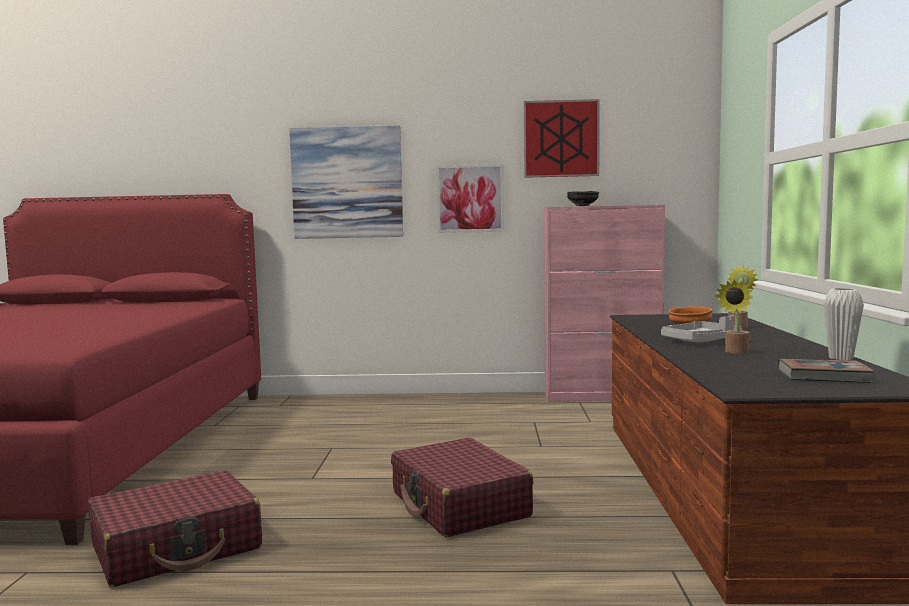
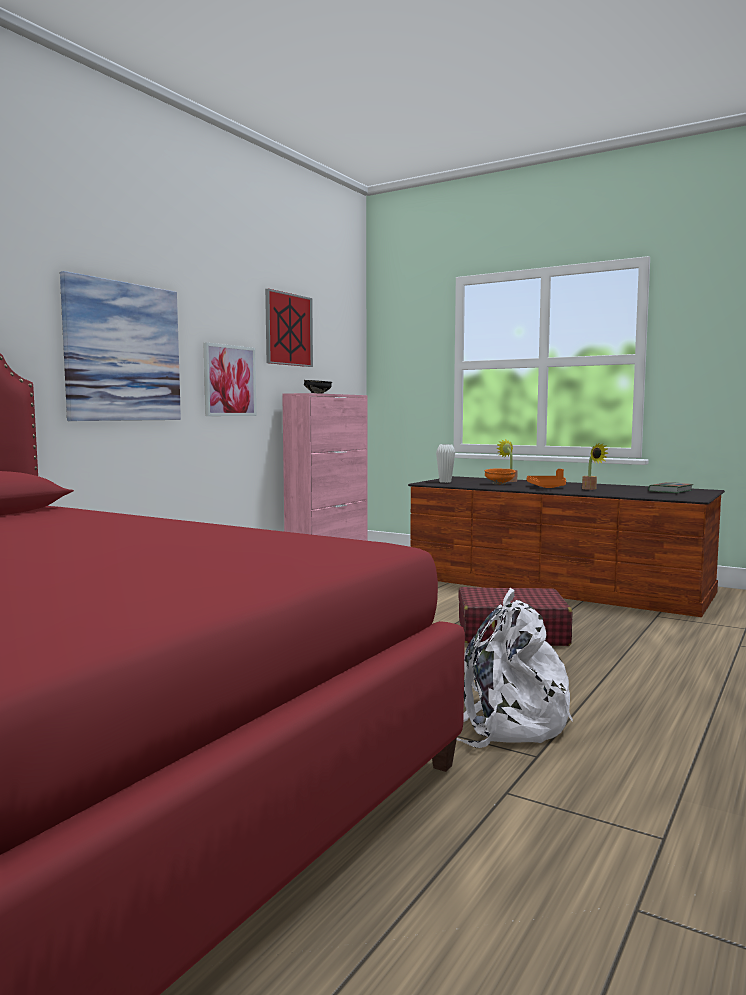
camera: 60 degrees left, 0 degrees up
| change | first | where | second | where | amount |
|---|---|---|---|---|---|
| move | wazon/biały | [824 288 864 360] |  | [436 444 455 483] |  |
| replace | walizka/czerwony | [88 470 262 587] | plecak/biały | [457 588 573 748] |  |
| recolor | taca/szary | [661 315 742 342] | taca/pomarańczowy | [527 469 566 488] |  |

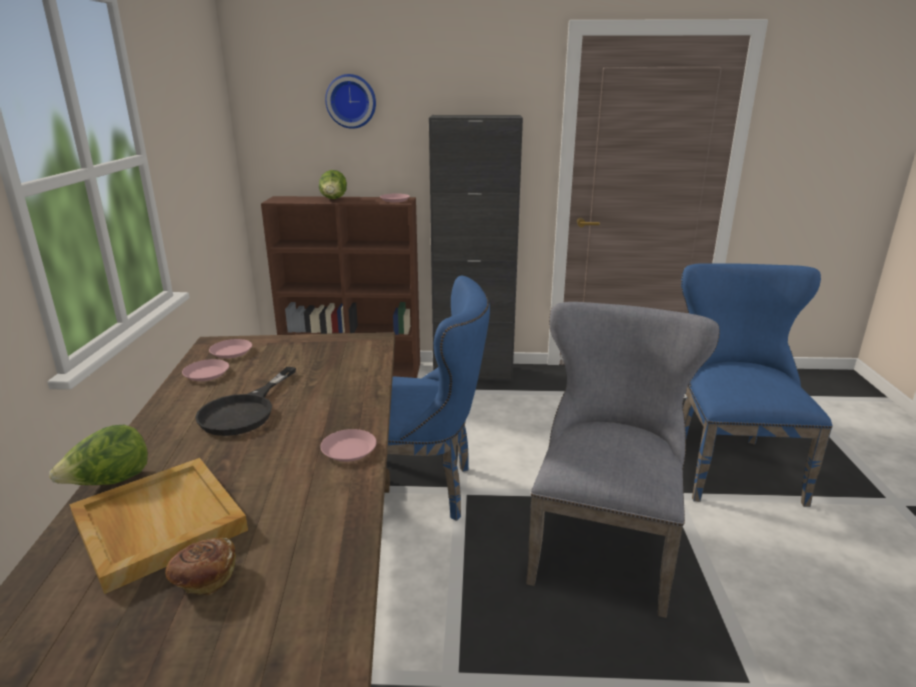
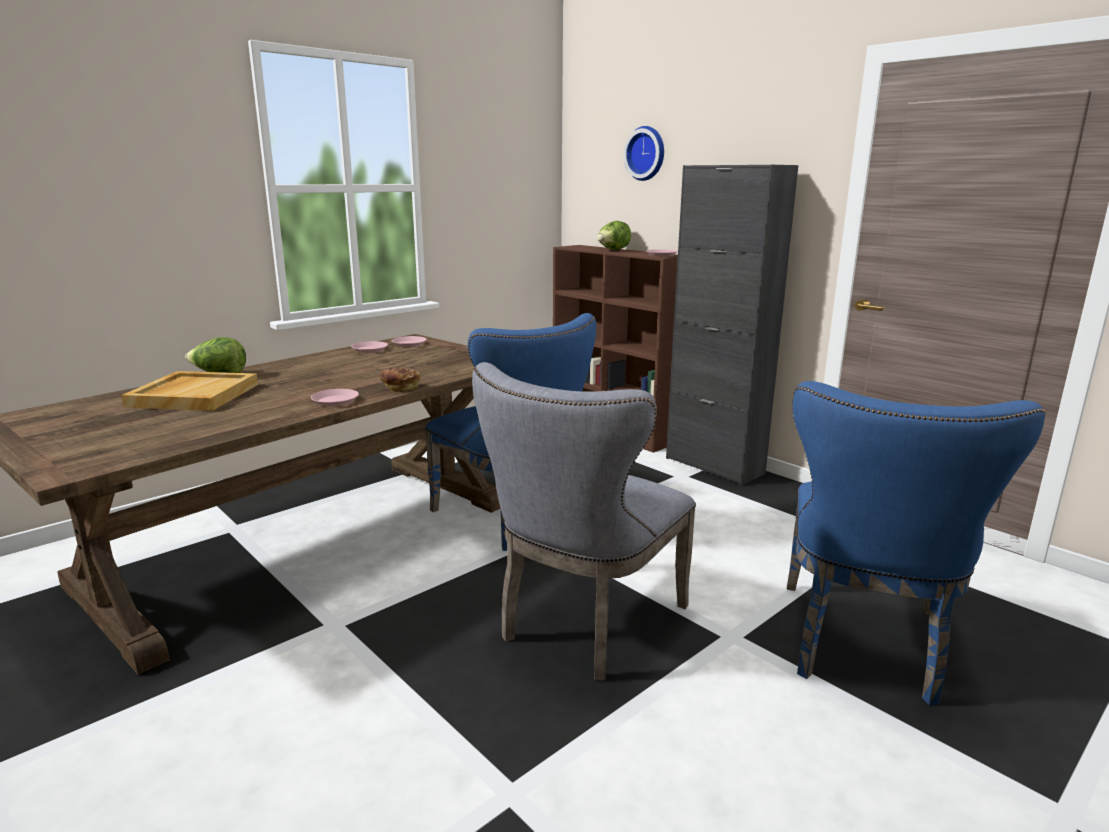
camera: 45 degrees right, 5 degrees down
| change | first | where | second | where | amount |
|---|---|---|---|---|---|
| delete | patelnia/czarny | [195 367 296 436] |  |  |  |
| move | chleb | [165 538 236 595] |  | [379 367 420 392] |  |
| rotate | krzesło/szary | [526 302 720 618] |  | [472 362 696 681] | 150 degrees clockwise |
| rotate | krzesło/niebieski | [681 263 833 507] |  | [787 381 1046 705] | 150 degrees clockwise |

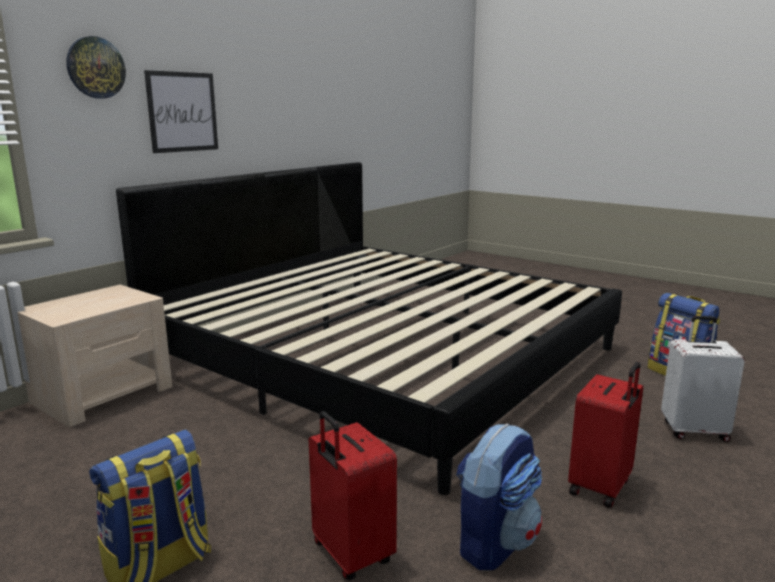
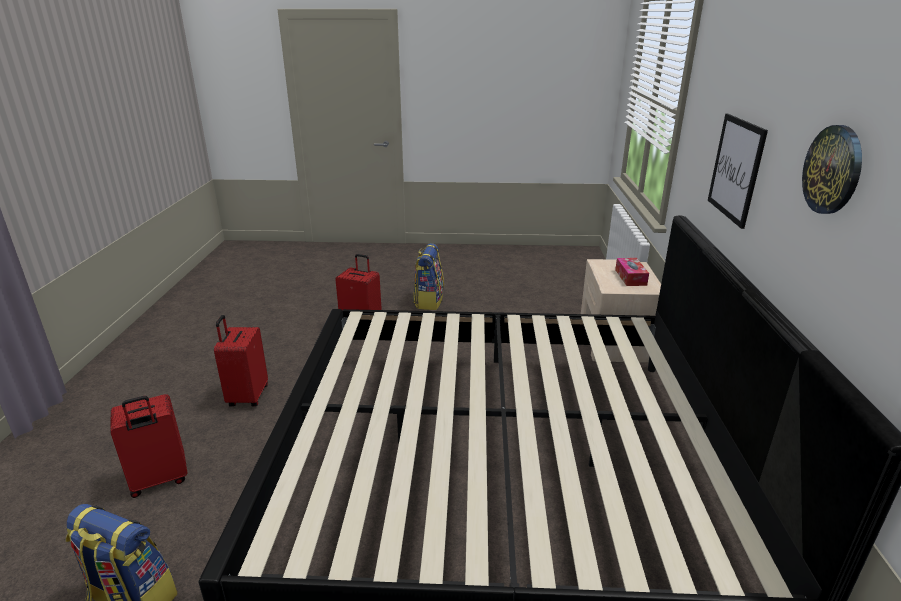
camera: 145 degrees right, 10 degrees up
| change | first | where | second | where | amount |
|---|---|---|---|---|---|
| delete | plecak | [456 424 542 570] |  |  |  |
| insert |  |  | pudełko chusteczek | [615 258 649 286] |  |
| move | zegar ścienny | [66 36 126 99] |  | [802 125 862 214] |  |
| recolor | walizka/biały | [661 316 745 442] | walizka/czerwony | [110 394 187 498] |  |

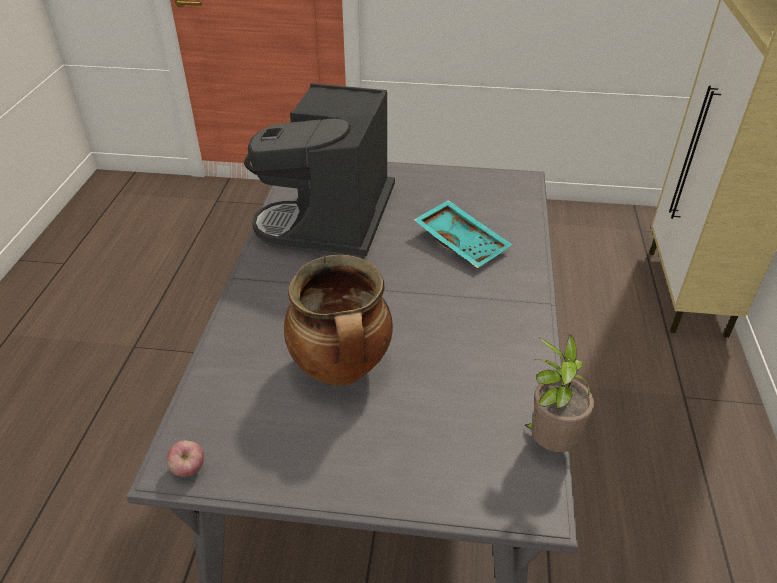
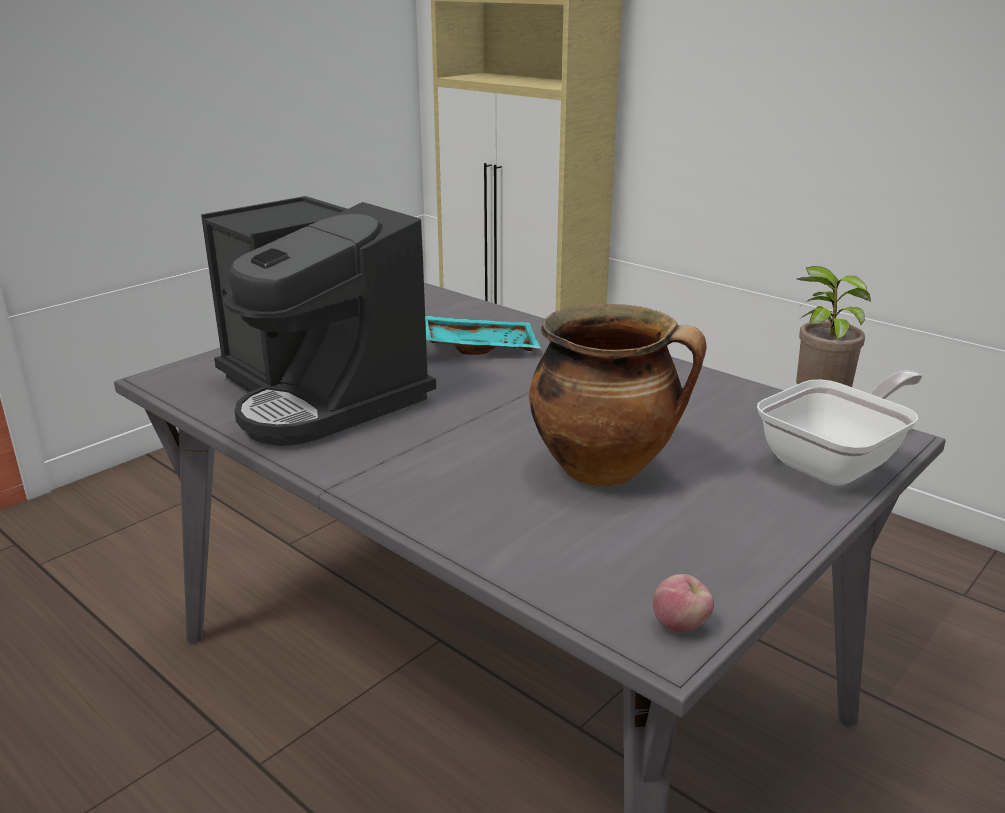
camera: 55 degrees left, 15 degrees down
| change | first | where | second | where | amount |
|---|---|---|---|---|---|
| insert |  |  | patelnia | [757 370 922 486] |  |

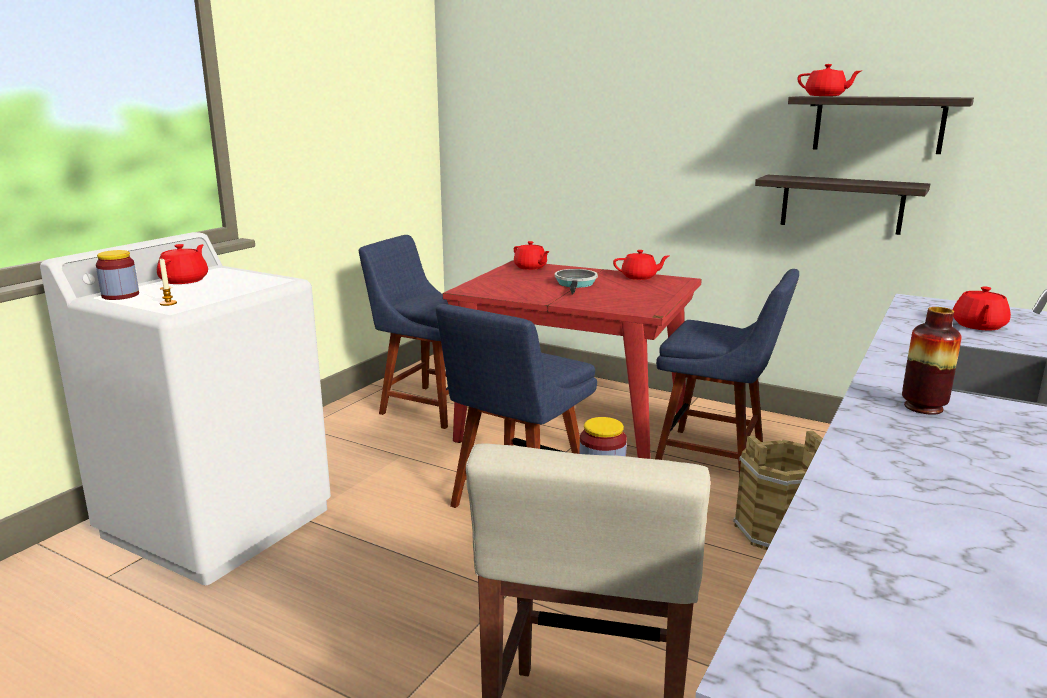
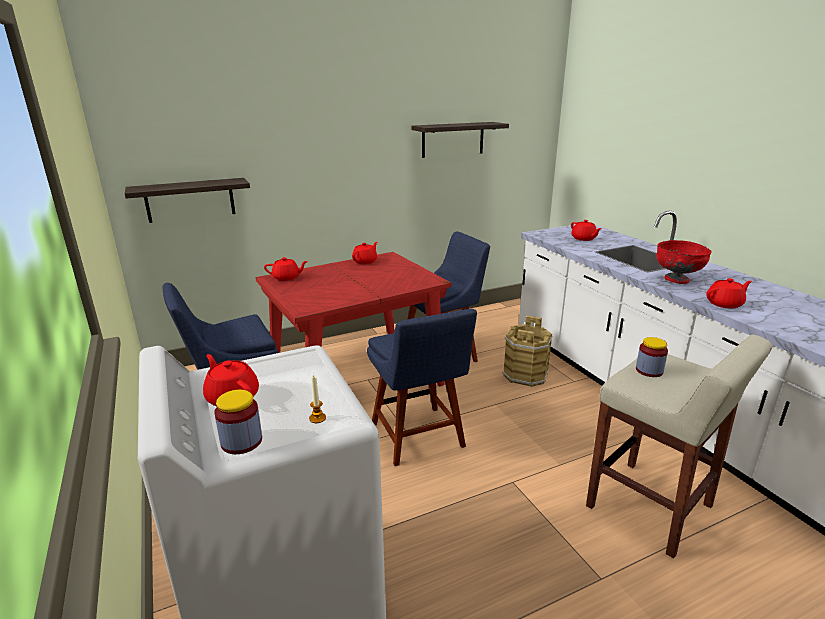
camera: 55 degrees left, 5 degrees up
| change | first | where | second | where | amount |
|---|---|---|---|---|---|
| delete | patelnia | [555 269 598 295] |  |  |  |
| move | półka | [755 175 930 235] |  | [125 178 250 223] |  |
| move | imbryk/czerwony | [797 64 861 96] |  | [706 278 752 309] |  |
| replace | wazon | [902 307 962 415] | miska/czerwony | [656 240 711 284] |  |

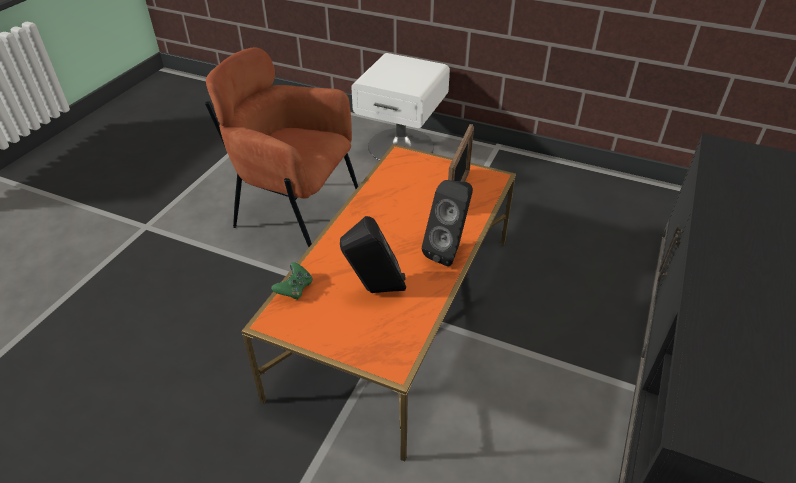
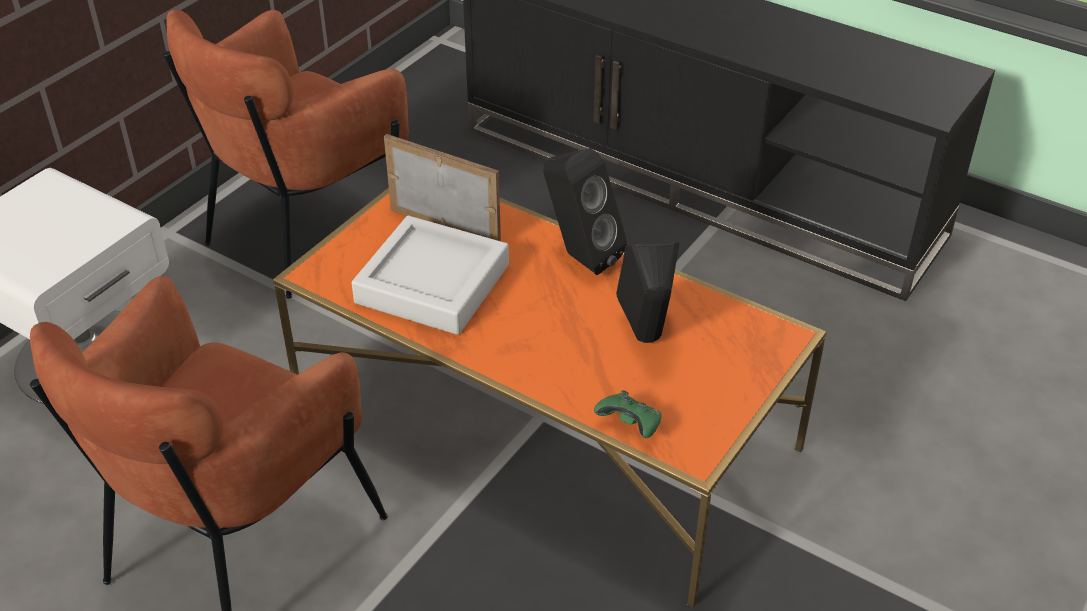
camera: 80 degrees left, 0 degrees up
| change | first | where | second | where | amount |
|---|---|---|---|---|---|
| insert |  |  | fotel/brązowy | [163 10 409 299] |  |
| insert |  |  | taca/szary | [352 216 509 335] |  |

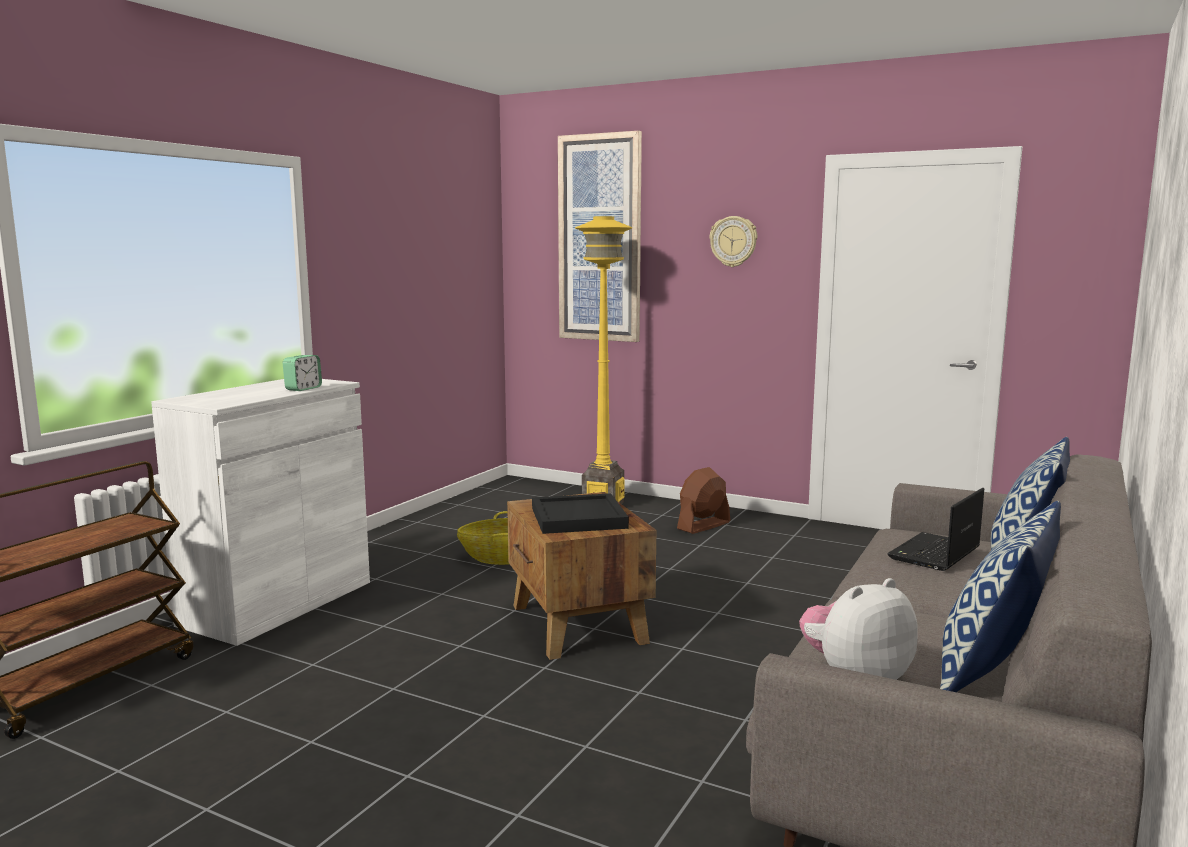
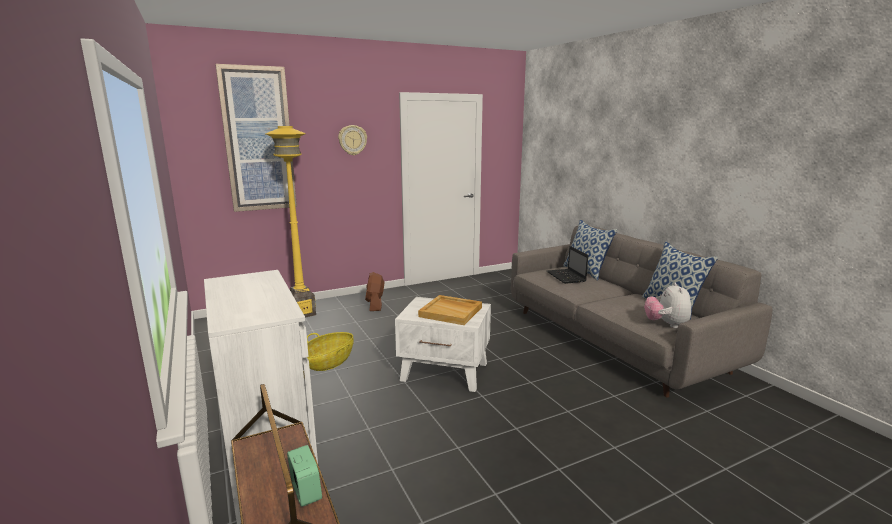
camera: 55 degrees left, 5 degrees up
| change | first | where | second | where | amount |
|---|---|---|---|---|---|
| move | budzik | [283 355 322 391] |  | [287 445 322 507] |  |
| recolor | stolik/brązowy | [507 492 656 660] | stolik/biały | [395 297 491 392] |  |
| recolor | taca/czarny | [532 493 629 534] | taca/beżowy | [418 295 482 325] |  |

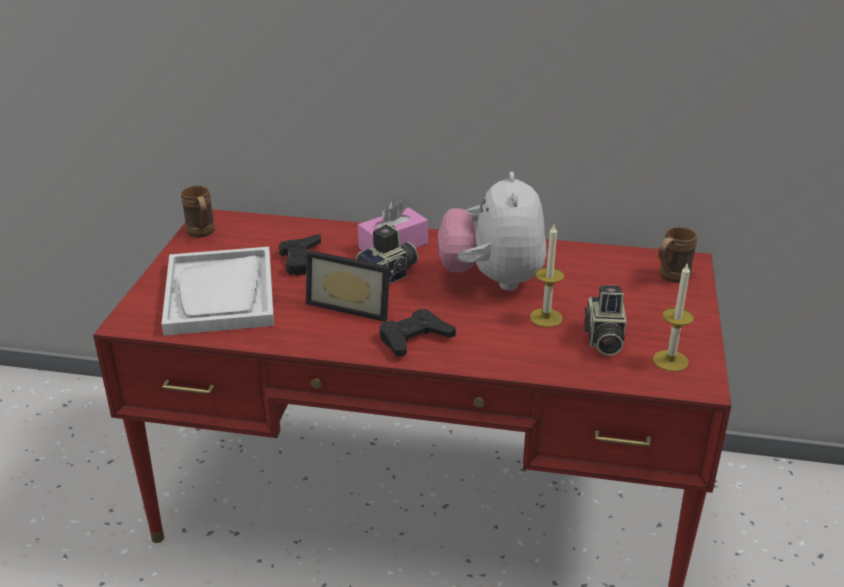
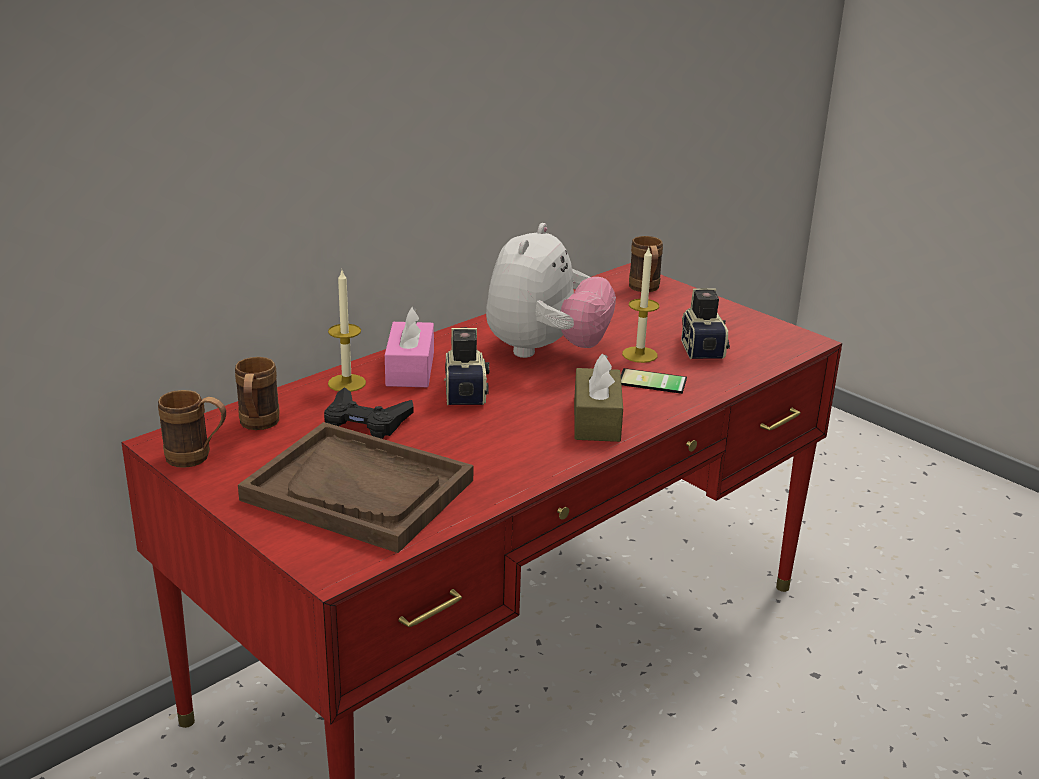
camera: 55 degrees left, 5 degrees down
| change | first | where | second | where | amount |
|---|---|---|---|---|---|
| delete | ramka na zdjęcie | [306 250 390 322] |  |  |  |
| insert |  |  | kubek/brązowy | [235 357 280 430] |  |
| insert |  |  | telefon | [621 368 687 394] |  |
| move | świeca | [653 264 694 372] |  | [328 270 366 392] |  |
| replace | pad do gier/czarny | [380 309 456 357] | pudełko chusteczek/brązowy | [574 354 623 442] |  |
| recolor | taca/biały | [162 247 274 336] | taca/brązowy | [238 422 473 553] |  |
| rotate | pluszak | [438 172 546 291] |  | [486 223 616 358] | 105 degrees counterclockwise |
| rotate | aparat fotograficzny | [585 285 627 356] |  | [681 288 730 359] | 135 degrees counterclockwise |

